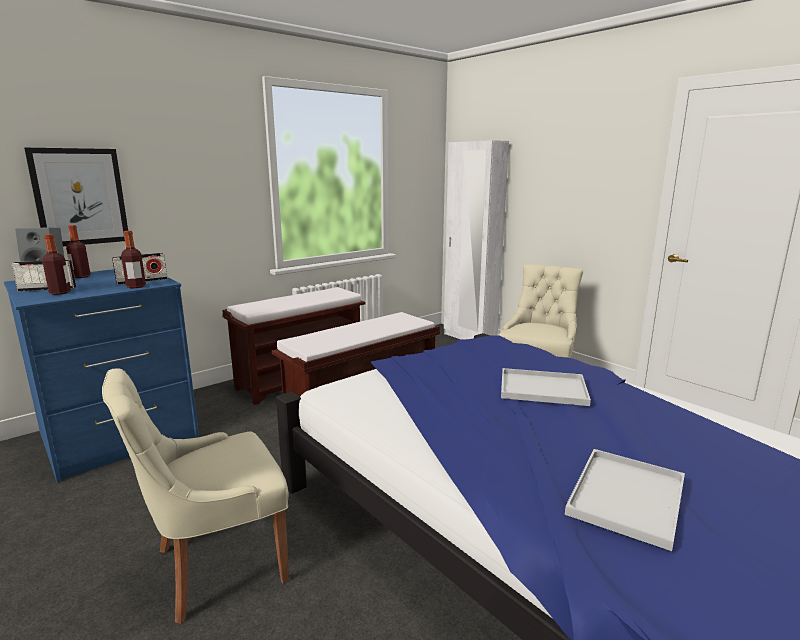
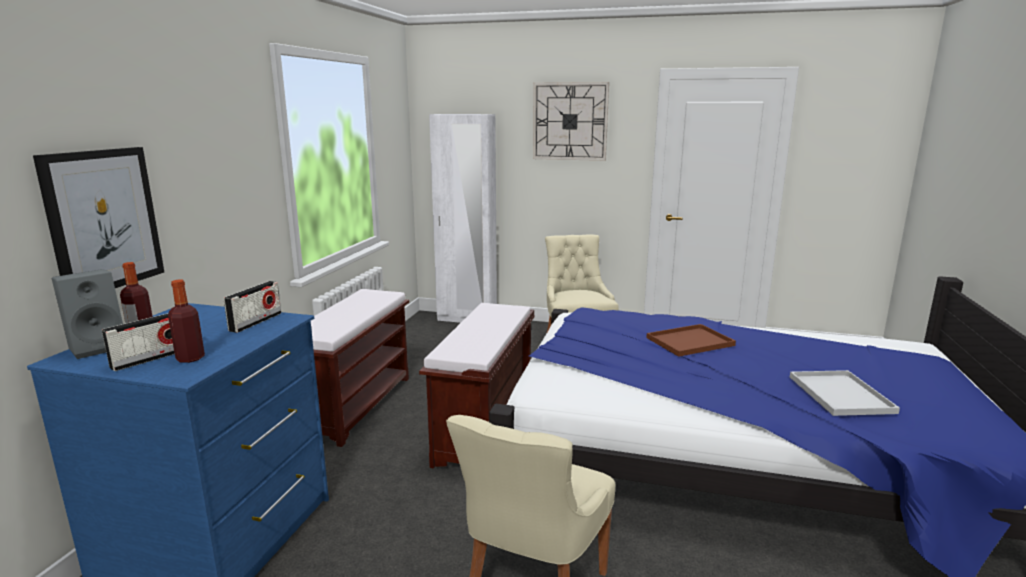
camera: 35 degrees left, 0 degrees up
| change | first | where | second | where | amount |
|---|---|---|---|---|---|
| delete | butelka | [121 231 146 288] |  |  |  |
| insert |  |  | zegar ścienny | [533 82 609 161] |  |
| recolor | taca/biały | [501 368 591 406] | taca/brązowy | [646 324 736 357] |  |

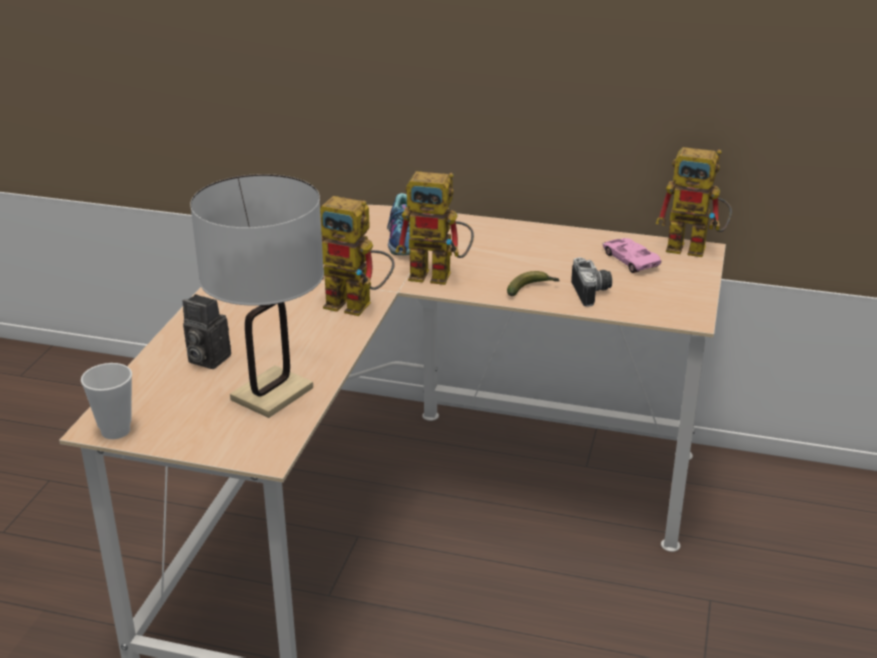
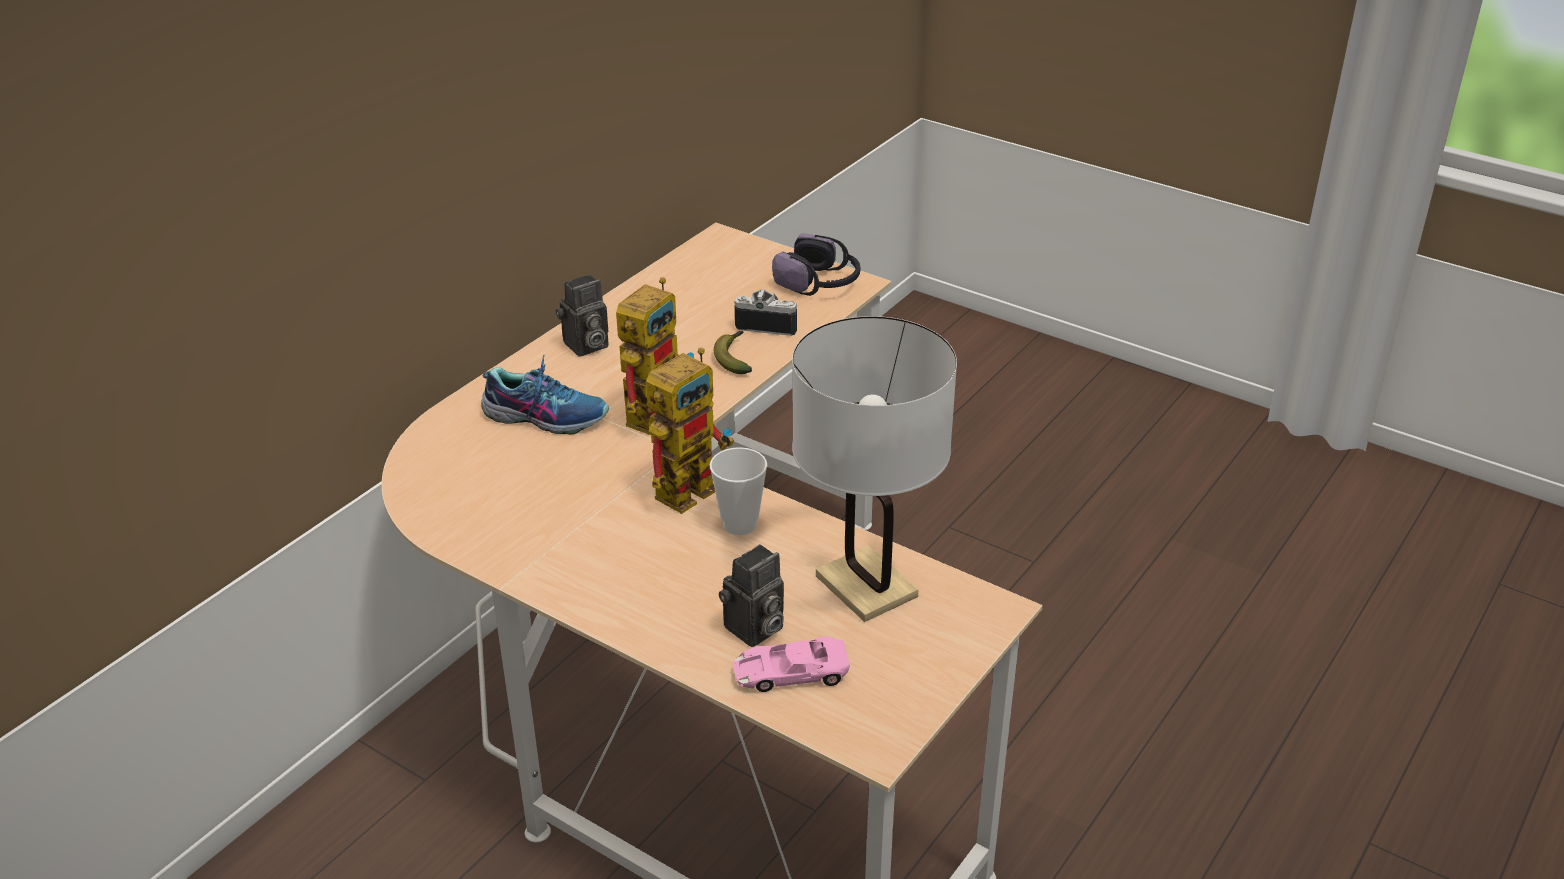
camera: 70 degrees left, 5 degrees up
| change | first | where | second | where | amount |
|---|---|---|---|---|---|
| delete | robot zabawkowy | [656 147 732 257] |  |  |  |
| insert |  |  | aparat fotograficzny | [556 274 609 357] |  |
| insert |  |  | słuchawki | [772 233 860 296] |  |
| move | filiżanka | [81 363 132 439] |  | [710 447 767 535] |  |
| move | samochodzik/różowy | [603 238 661 273] |  | [733 636 850 692] |  |

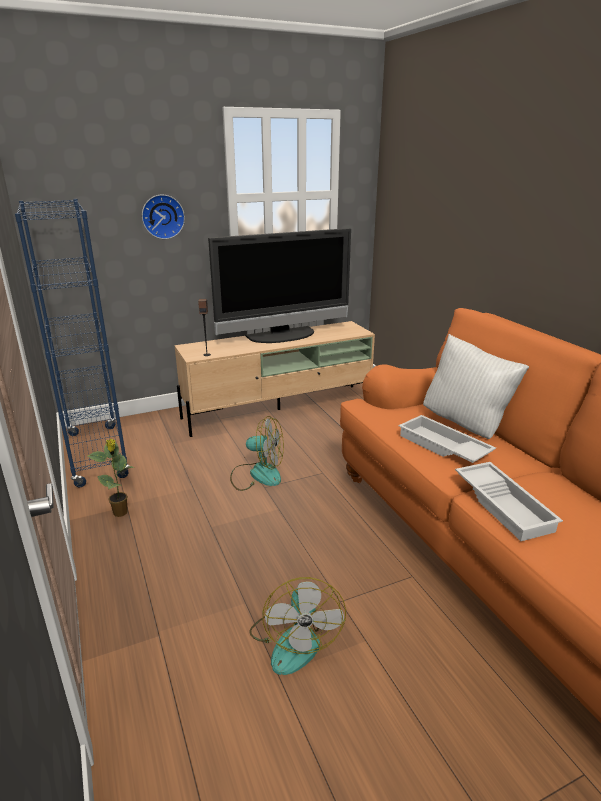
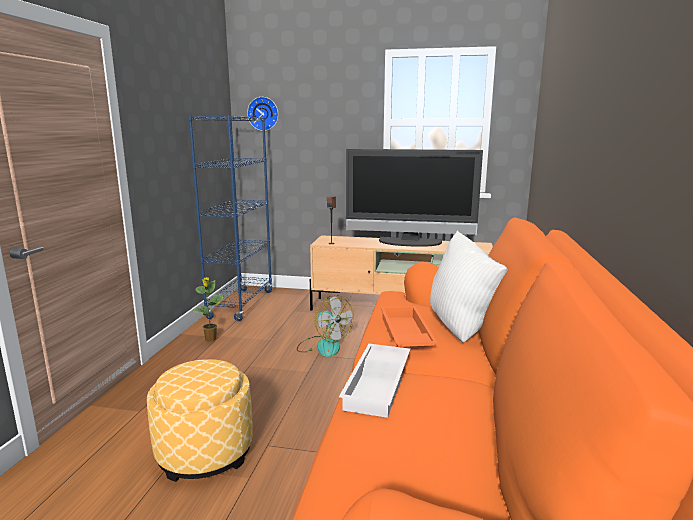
camera: 35 degrees right, 10 degrees down
| change | first | where | second | where | amount |
|---|---|---|---|---|---|
| move | zegar ścienny | [142 195 185 239] |  | [247 97 278 131] |  |
| replace | wentylator | [249 577 346 675] | pufa | [147 359 253 482] |  |
| recolor | taca/biały | [399 415 496 463] | taca/pomarańczowy | [381 306 438 347] |  |

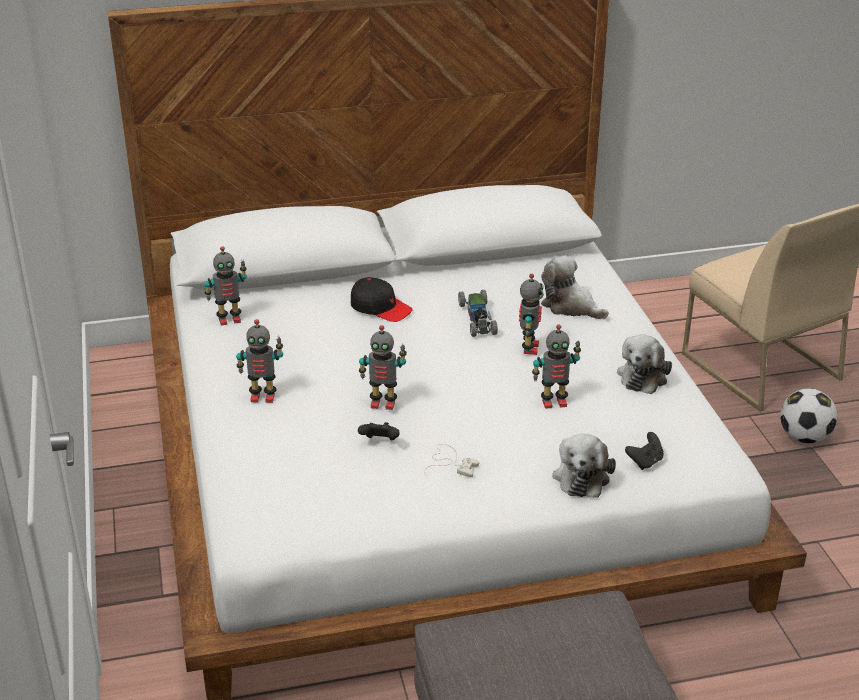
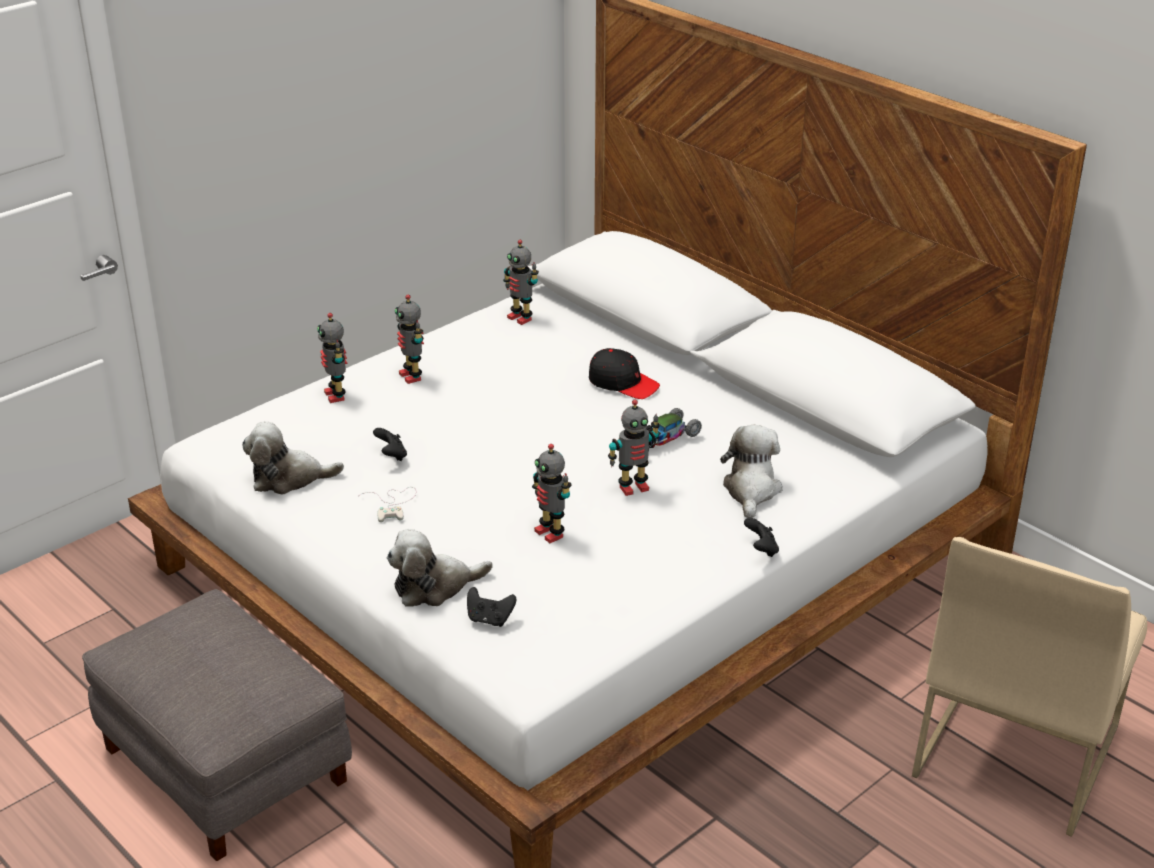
camera: 60 degrees right, 0 degrees up
| change | first | where | second | where | amount |
|---|---|---|---|---|---|
| delete | piłka futbolowa | [780 388 837 443] |  |  |  |
| insert |  |  | pad do gier/czarny | [744 518 779 557] |  |
| move | robot zabawkowy | [359 325 407 410] |  | [317 313 347 403] |  |
| move | pluszak | [617 335 672 394] |  | [242 421 344 495] |  |
| rotate | czapka z daszkiem/czarny | [351 277 413 322] |  | [589 348 660 399] | 60 degrees counterclockwise |

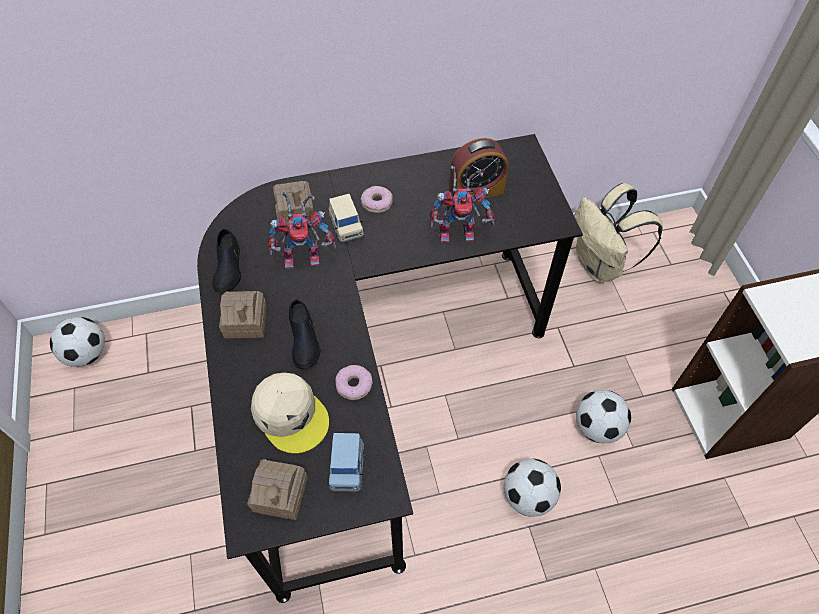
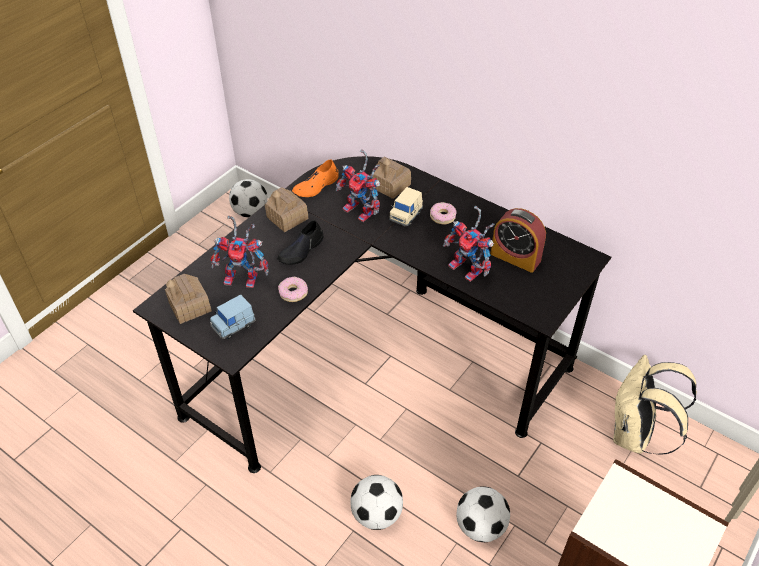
camera: 50 degrees right, 10 degrees down
| change | first | where | second | where | amount |
|---|---|---|---|---|---|
| replace | czapka z daszkiem/beżowy | [251 373 329 454] | robot zabawkowy | [211 216 269 288] |  |
| recolor | but/czarny | [212 228 241 292] | but/pomarańczowy | [292 160 339 197] |  |

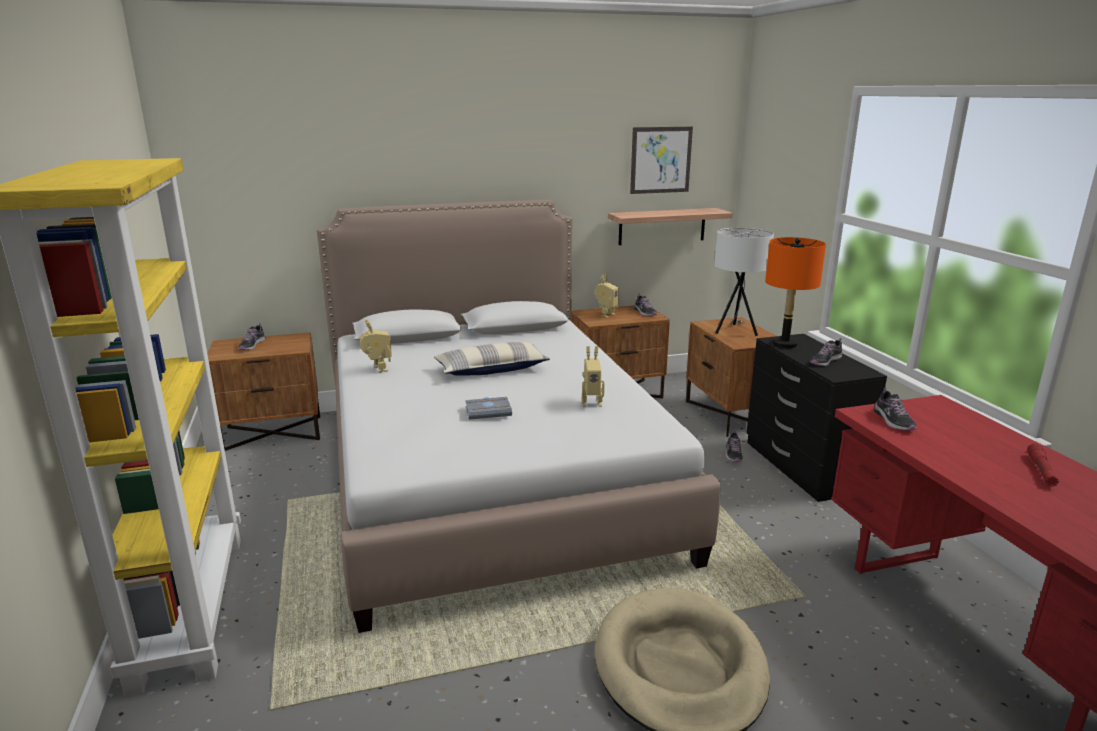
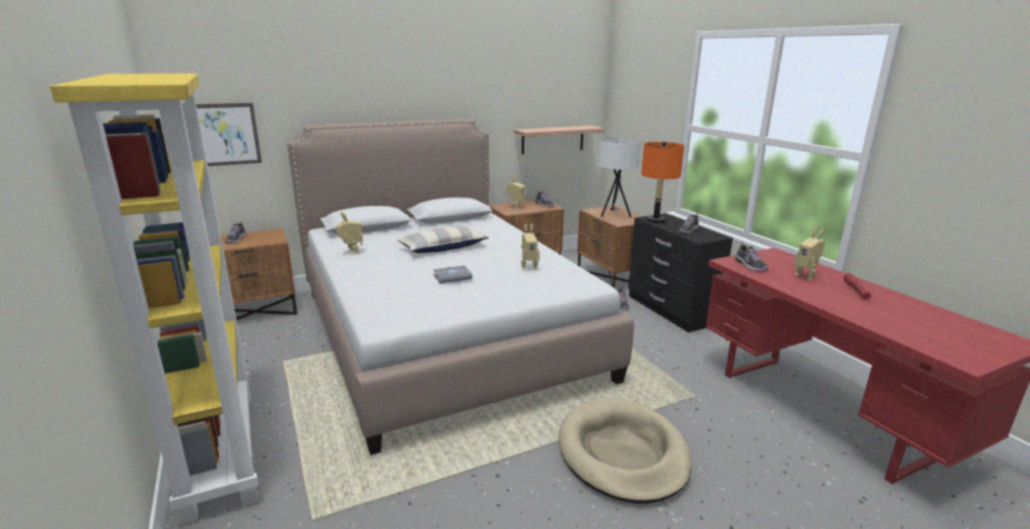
camera: 10 degrees left, 0 degrees up
| change | first | where | second | where | amount |
|---|---|---|---|---|---|
| insert |  |  | robot zabawkowy | [793 227 825 281] |  |
| move | obraz | [630 127 693 194] |  | [196 103 262 166] |  |

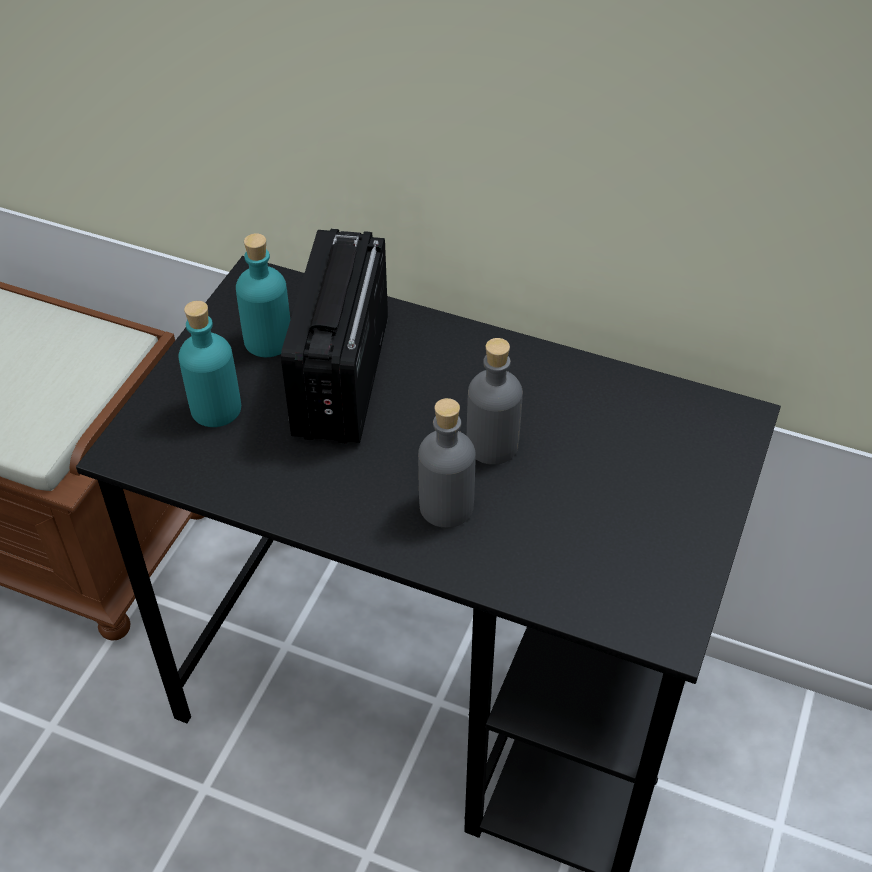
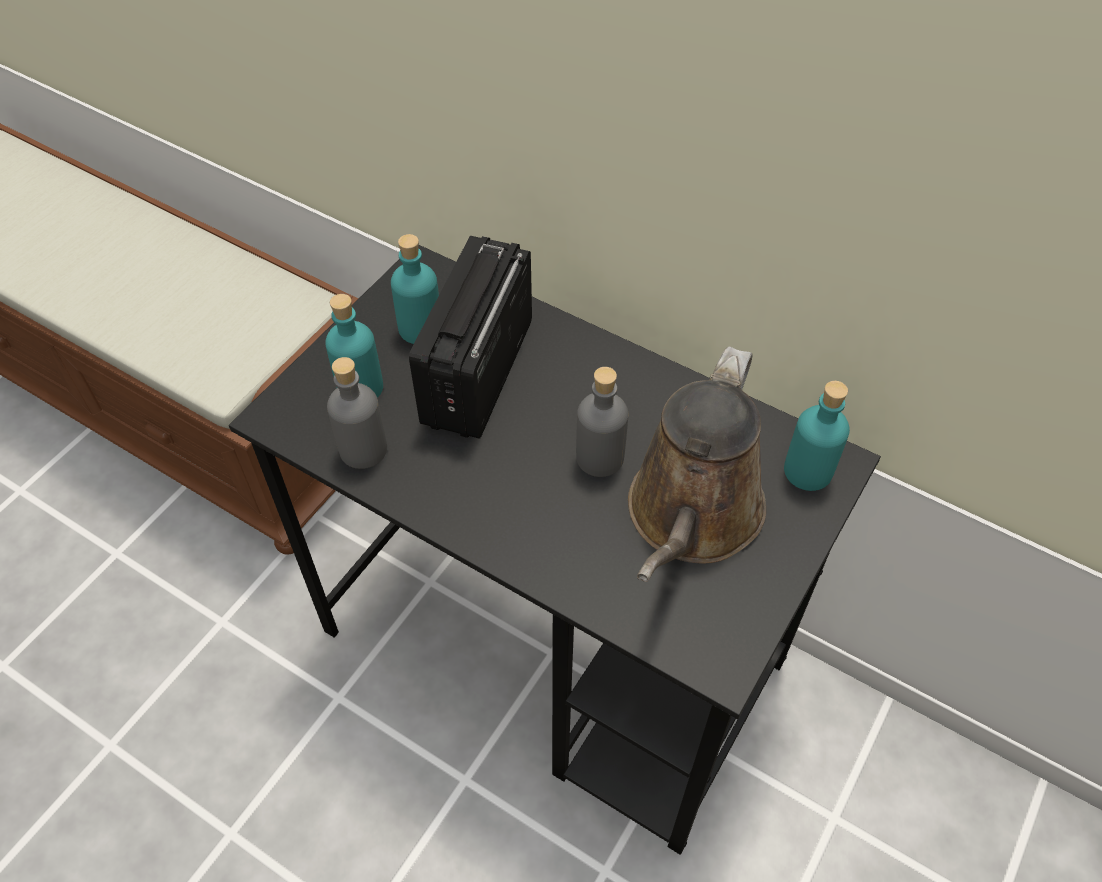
camera: 10 degrees right, 5 degrees up
| change | first | where | second | where | amount |
|---|---|---|---|---|---|
| insert |  |  | konewka/brązowy | [628 346 766 582] |  |
| insert |  |  | butelka/turkusowy | [784 381 850 491] |  |
| move | butelka/szary | [418 398 475 528] |  | [327 357 387 469] |  |

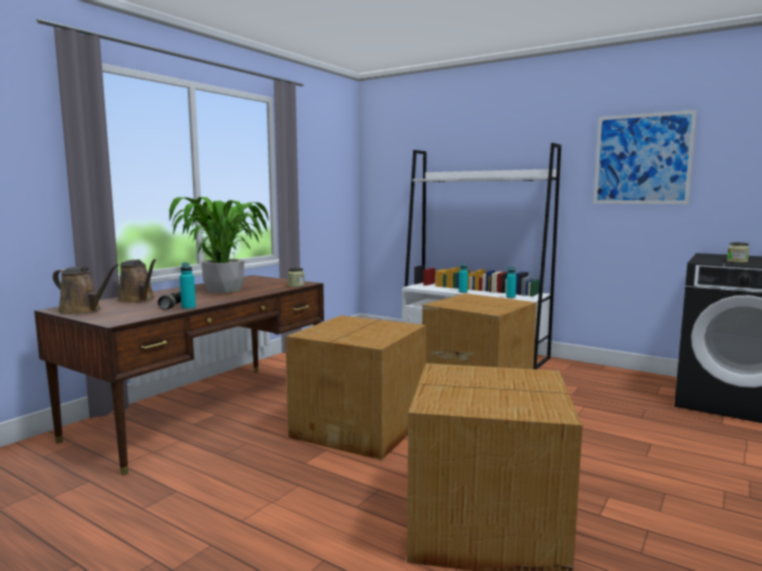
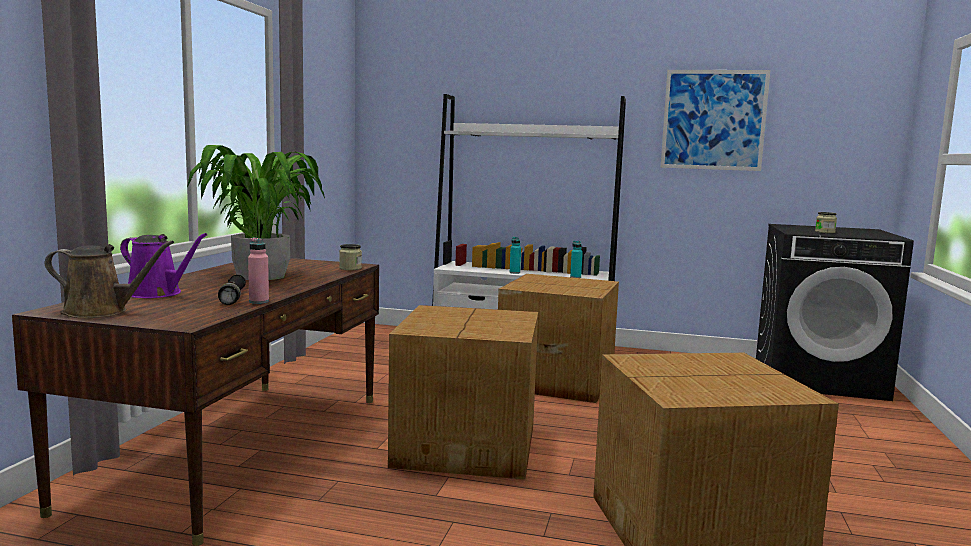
camera: 20 degrees left, 0 degrees up
| change | first | where | second | where | amount |
|---|---|---|---|---|---|
| recolor | konewka/brązowy | [117 259 156 303] | konewka/fioletowy | [120 233 207 298] |  |
| recolor | butelka/turkusowy | [180 262 196 310] | butelka/różowy | [248 238 269 304] |  |

